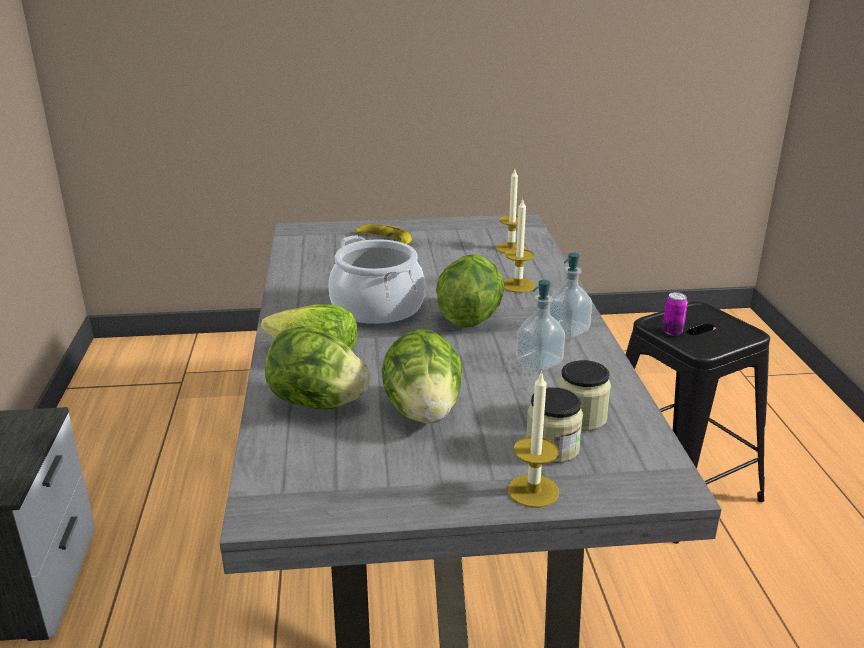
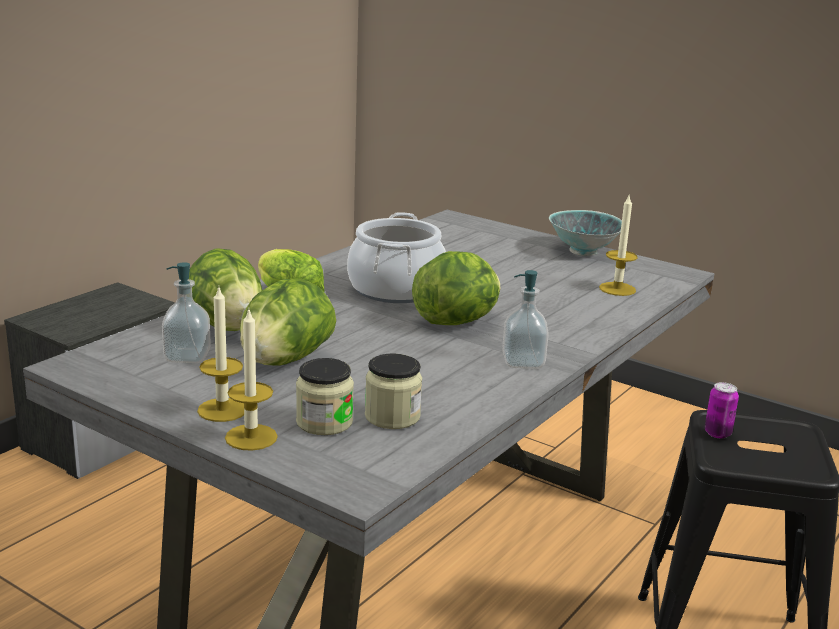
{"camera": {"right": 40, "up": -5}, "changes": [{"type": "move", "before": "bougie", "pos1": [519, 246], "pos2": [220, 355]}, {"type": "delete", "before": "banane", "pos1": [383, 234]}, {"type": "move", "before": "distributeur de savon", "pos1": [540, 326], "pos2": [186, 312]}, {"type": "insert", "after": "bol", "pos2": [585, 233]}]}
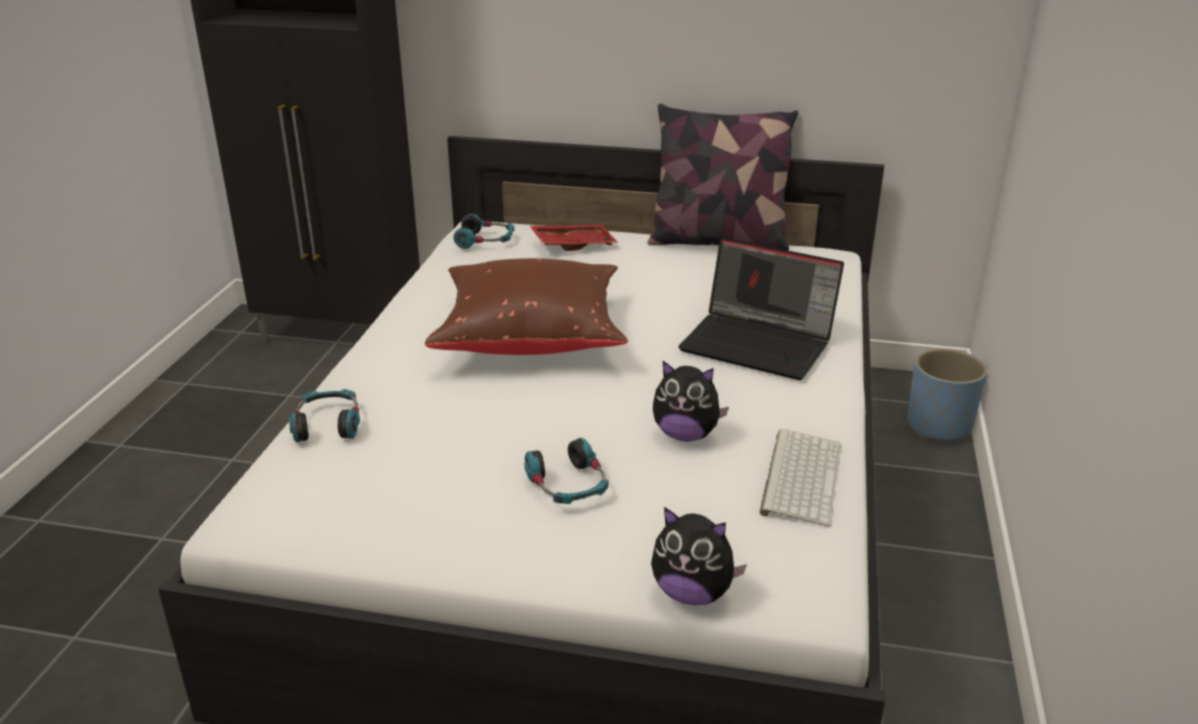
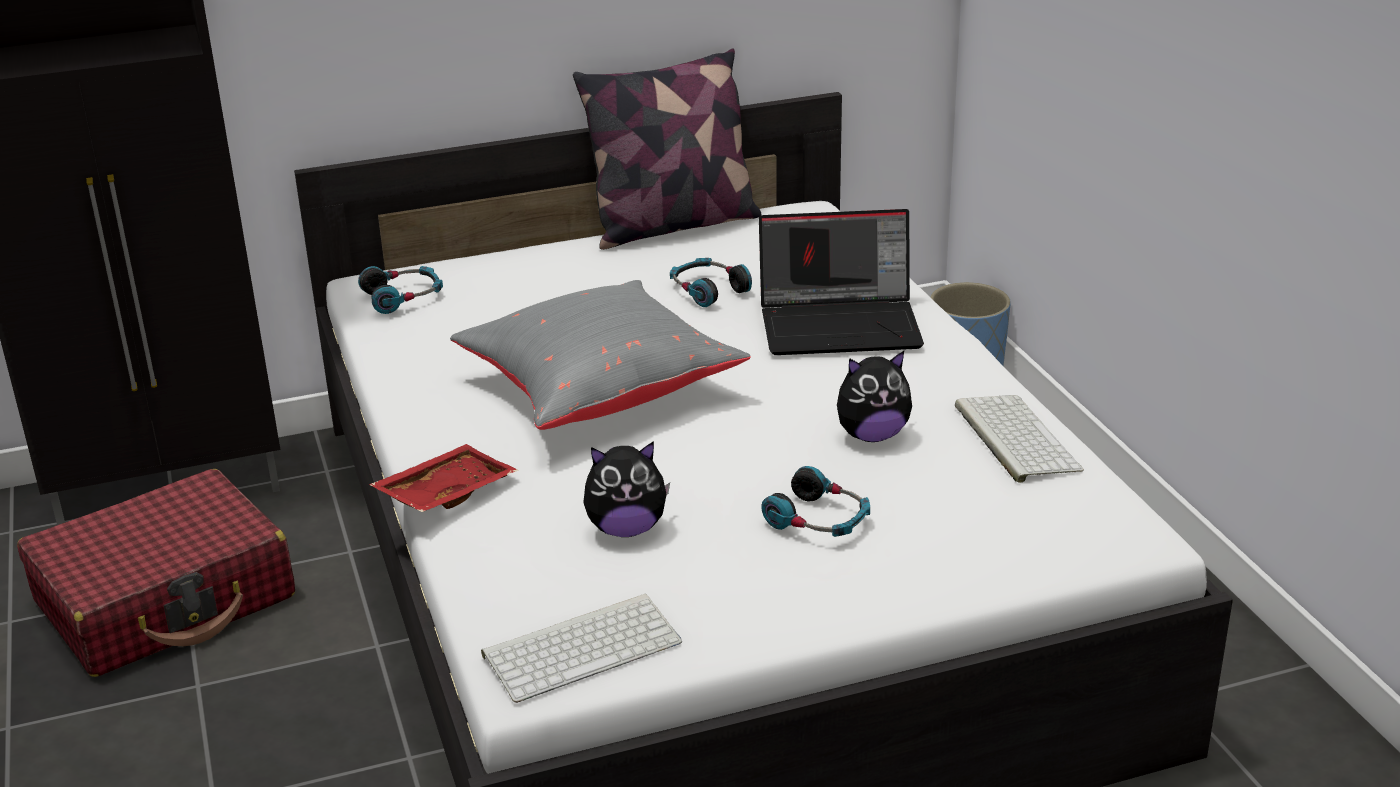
{"camera": {"right": -30, "up": 0}, "changes": [{"type": "move", "before": "plateau (rouge)", "pos1": [574, 238], "pos2": [443, 478]}, {"type": "recolor", "before": "coussin (marron)", "after": "coussin (gris)", "pos1": [526, 306], "pos2": [600, 355]}, {"type": "move", "before": "casque audio", "pos1": [324, 415], "pos2": [711, 282]}, {"type": "move", "before": "peluche", "pos1": [699, 556], "pos2": [626, 489]}, {"type": "insert", "after": "valise (rouge)", "pos2": [156, 573]}, {"type": "insert", "after": "clavier", "pos2": [581, 648]}]}
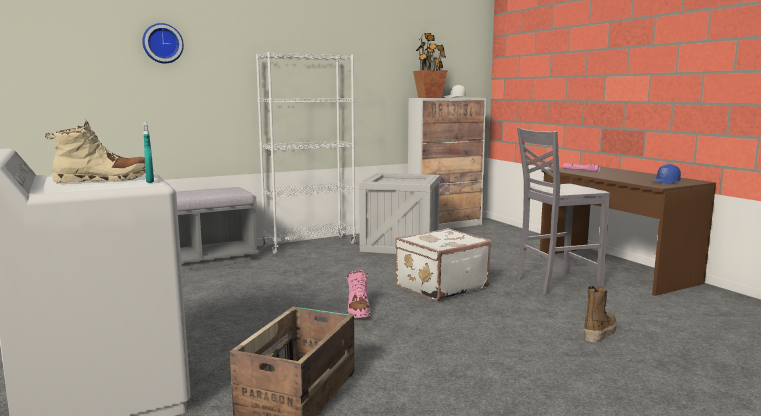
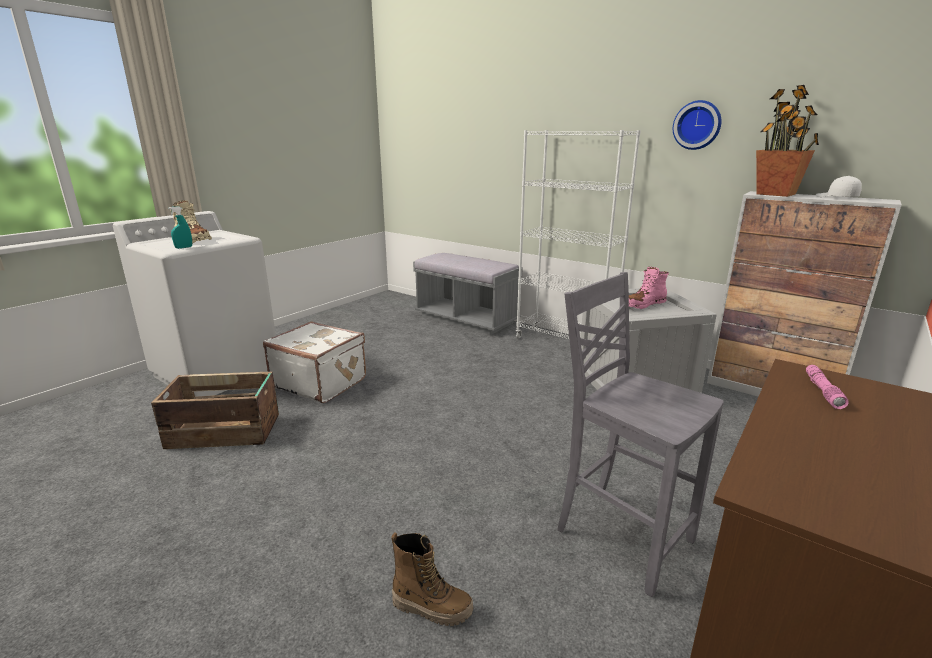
{"camera": {"right": 65, "up": 10}, "changes": [{"type": "move", "before": "horloge murale", "pos1": [163, 43], "pos2": [697, 125]}, {"type": "delete", "before": "casquette (bleu)", "pos1": [666, 174]}, {"type": "move", "before": "valise (blanc)", "pos1": [443, 264], "pos2": [314, 362]}, {"type": "move", "before": "botte (rose)", "pos1": [358, 294], "pos2": [649, 288]}]}
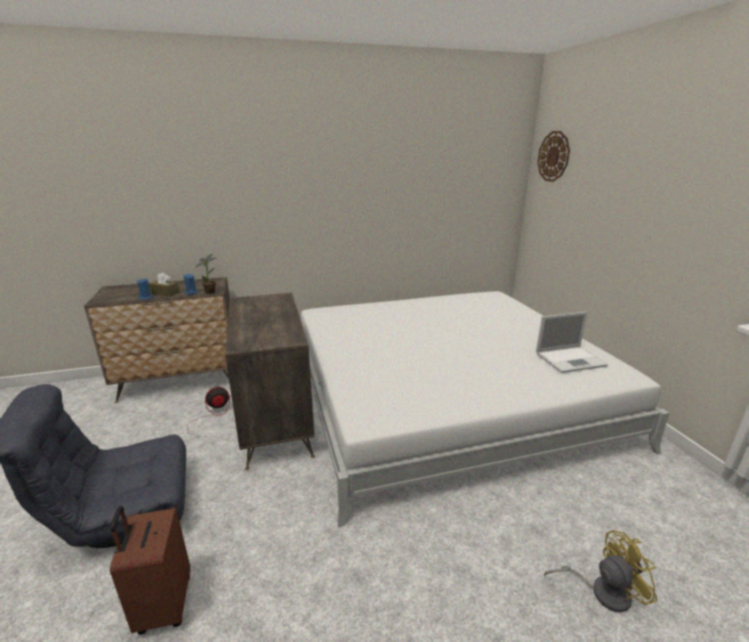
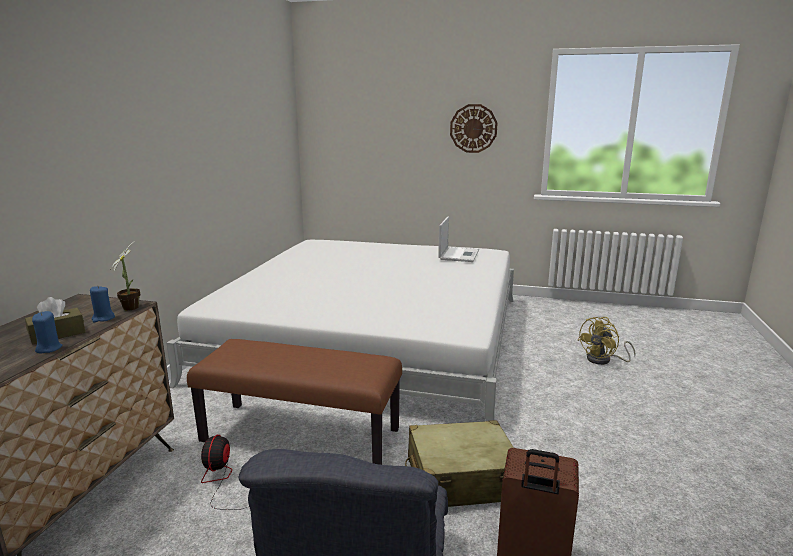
{"camera": {"right": -60, "up": -5}, "changes": [{"type": "move", "before": "horloge murale", "pos1": [553, 156], "pos2": [474, 128]}, {"type": "replace", "before": "commode", "after": "banc (marron)", "pos1": [270, 381], "pos2": [294, 402]}, {"type": "rotate", "before": "ventilateur (jaune)", "pos1": [600, 571], "pos2": [606, 341], "turn": -150}, {"type": "insert", "after": "valise (beige)", "pos2": [459, 463]}]}
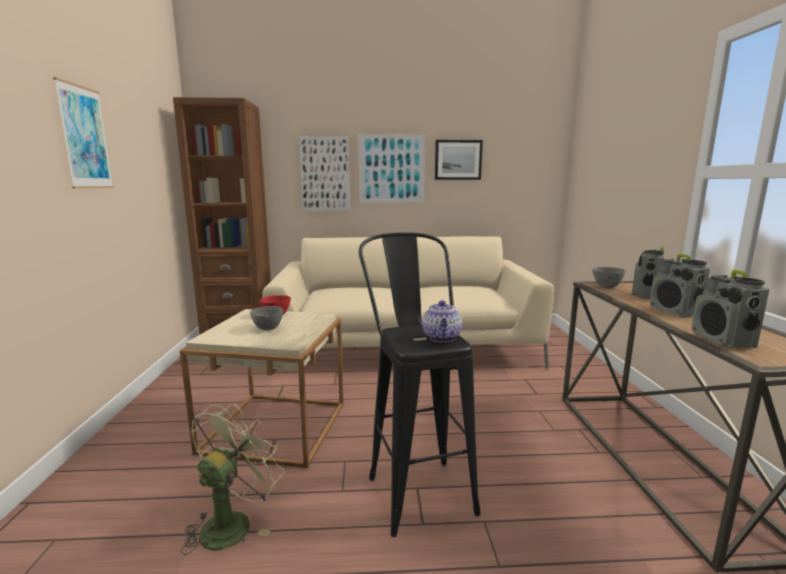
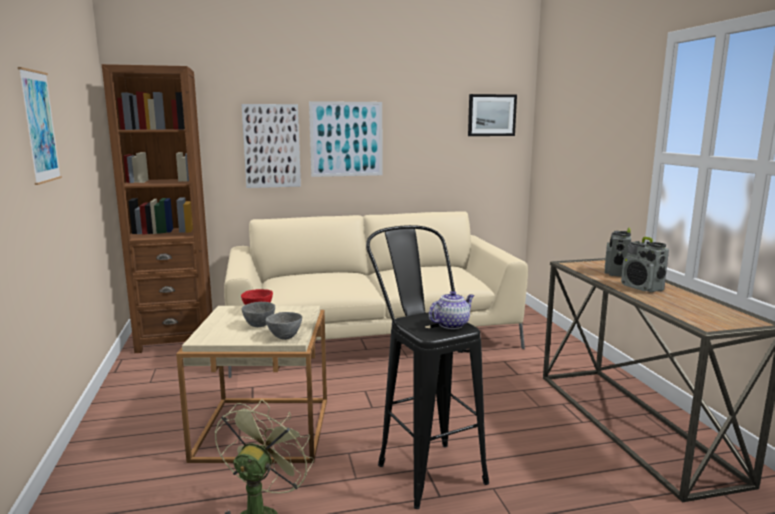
{"camera": {"right": -10, "up": 0}, "changes": [{"type": "move", "before": "tableau", "pos1": [459, 160], "pos2": [492, 115]}, {"type": "move", "before": "bol (gris)", "pos1": [609, 277], "pos2": [284, 326]}, {"type": "delete", "before": "radio", "pos1": [731, 309]}, {"type": "rotate", "before": "théière", "pos1": [442, 321], "pos2": [451, 310], "turn": -120}]}
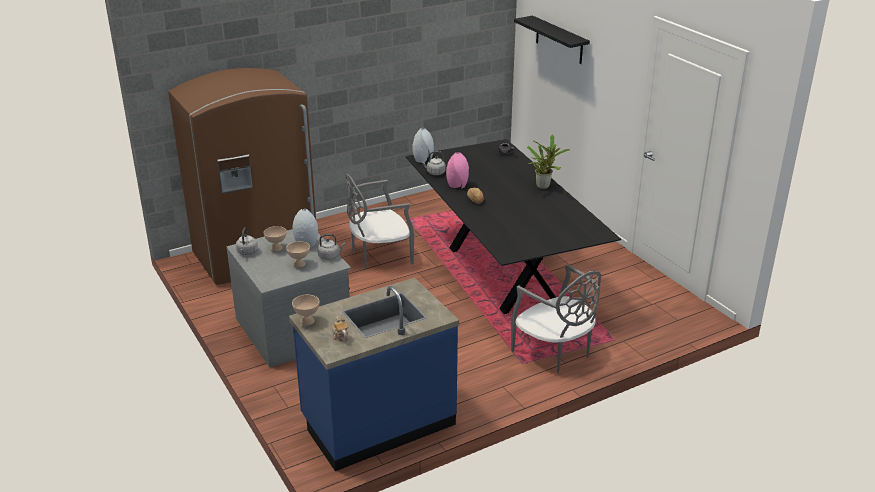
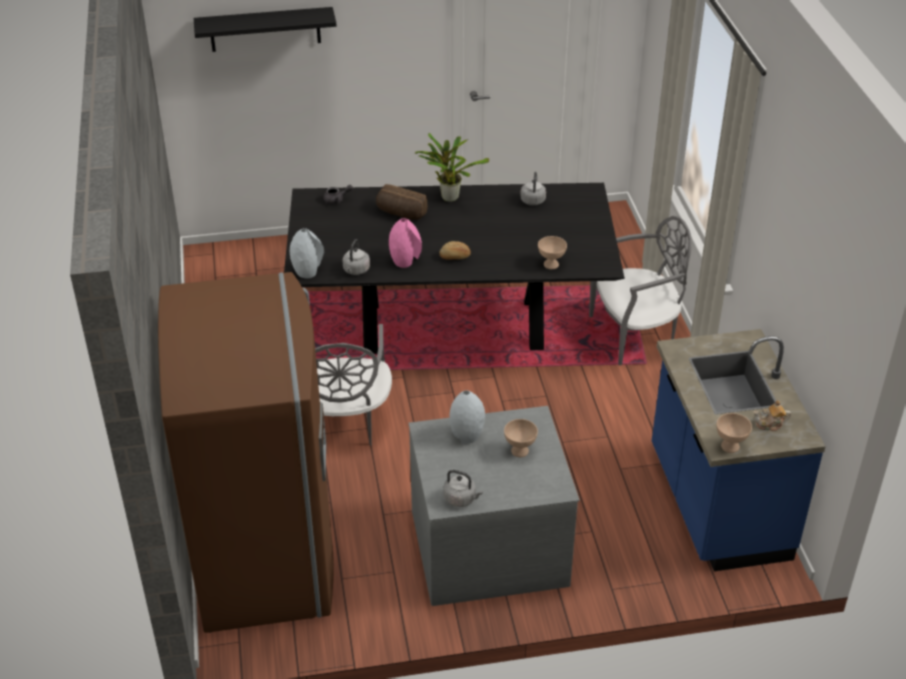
{"camera": {"right": -70, "up": 10}, "changes": [{"type": "move", "before": "bol (beige)", "pos1": [275, 239], "pos2": [552, 252]}, {"type": "move", "before": "bouilloire (gris)", "pos1": [331, 247], "pos2": [533, 188]}, {"type": "insert", "after": "pain", "pos2": [401, 202]}]}
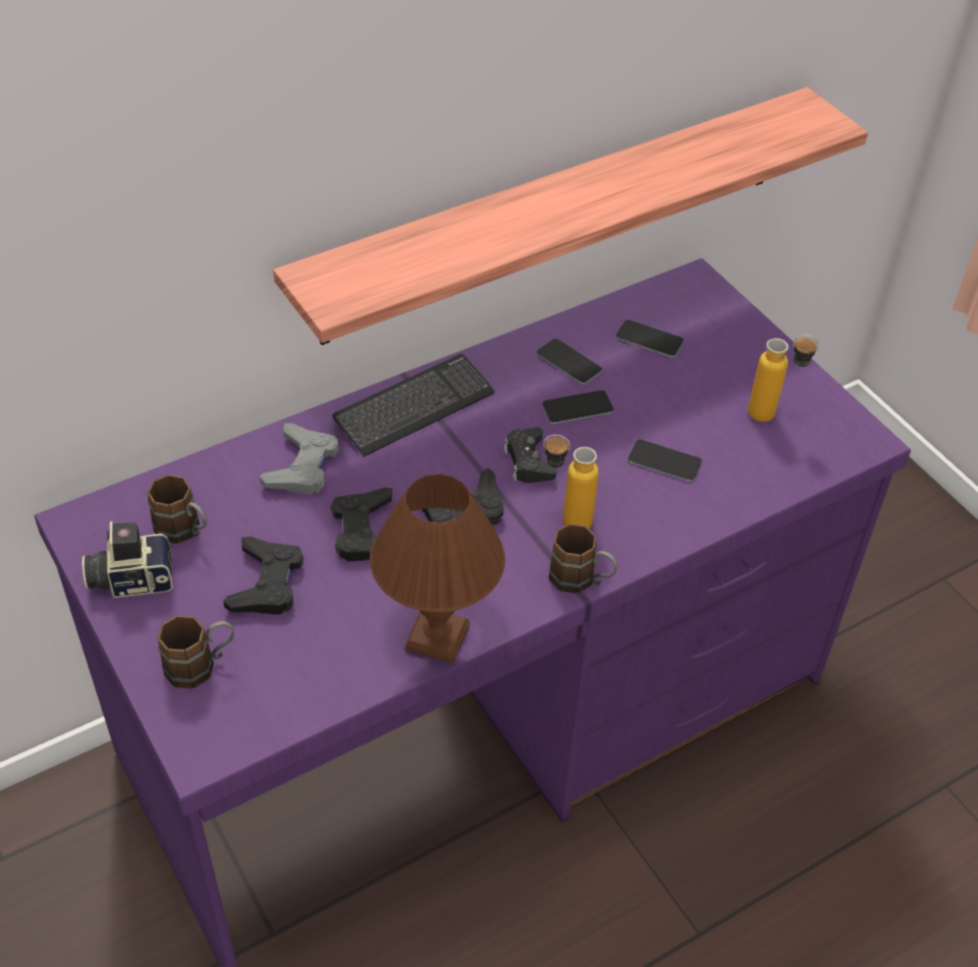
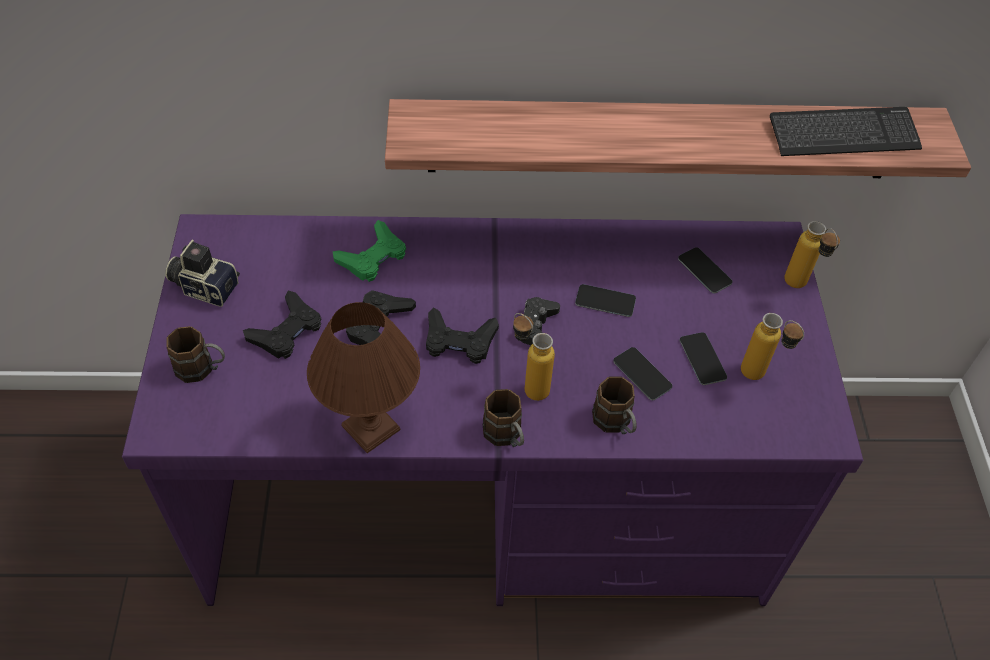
{"camera": {"right": 30, "up": 5}, "changes": [{"type": "move", "before": "téléphone", "pos1": [569, 361], "pos2": [703, 358]}, {"type": "move", "before": "clavier", "pos1": [413, 405], "pos2": [846, 131]}, {"type": "recolor", "before": "manette (gris)", "after": "manette (vert)", "pos1": [299, 459], "pos2": [369, 251]}, {"type": "move", "before": "mug (marron)", "pos1": [177, 509], "pos2": [614, 405]}, {"type": "insert", "after": "bouteille", "pos2": [812, 254]}]}
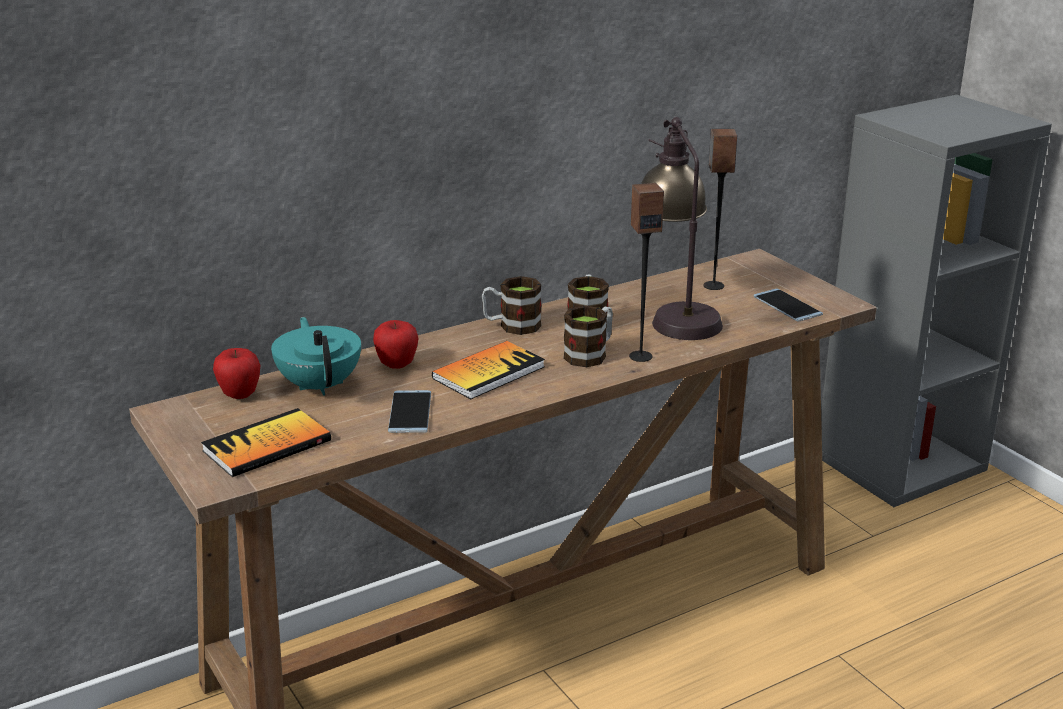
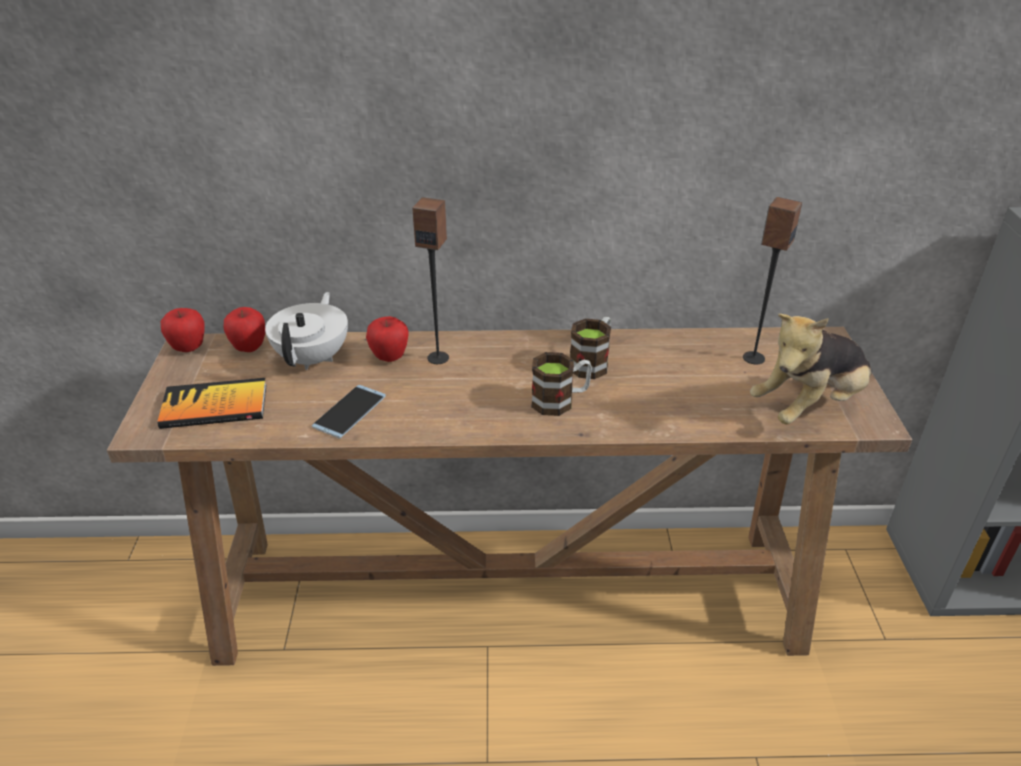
{"camera": {"right": 30, "up": 10}, "changes": [{"type": "delete", "before": "lampe de table", "pos1": [682, 228]}, {"type": "move", "before": "enceinte", "pos1": [646, 272], "pos2": [430, 280]}, {"type": "delete", "before": "mug", "pos1": [512, 305]}, {"type": "replace", "before": "téléphone", "after": "peluche", "pos1": [788, 305], "pos2": [810, 369]}, {"type": "recolor", "before": "théière (turquoise)", "after": "théière (blanc)", "pos1": [316, 356], "pos2": [306, 331]}, {"type": "delete", "before": "livre", "pos1": [488, 370]}, {"type": "insert", "after": "pomme", "pos2": [182, 330]}]}
